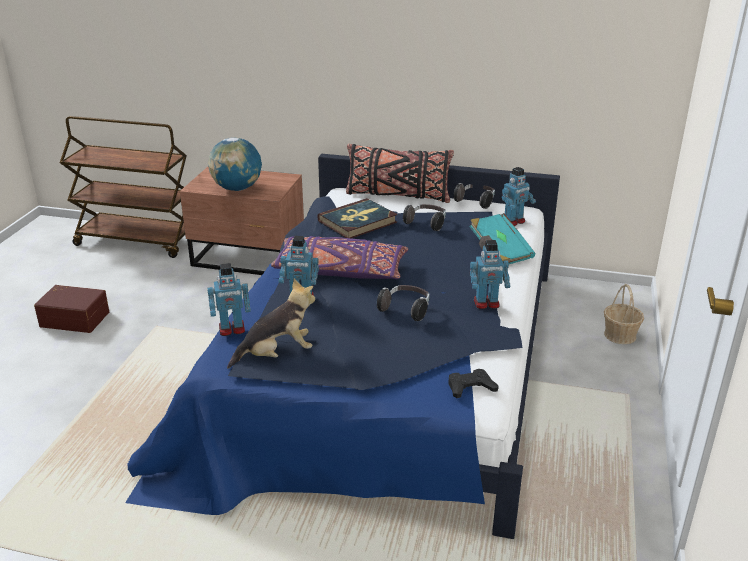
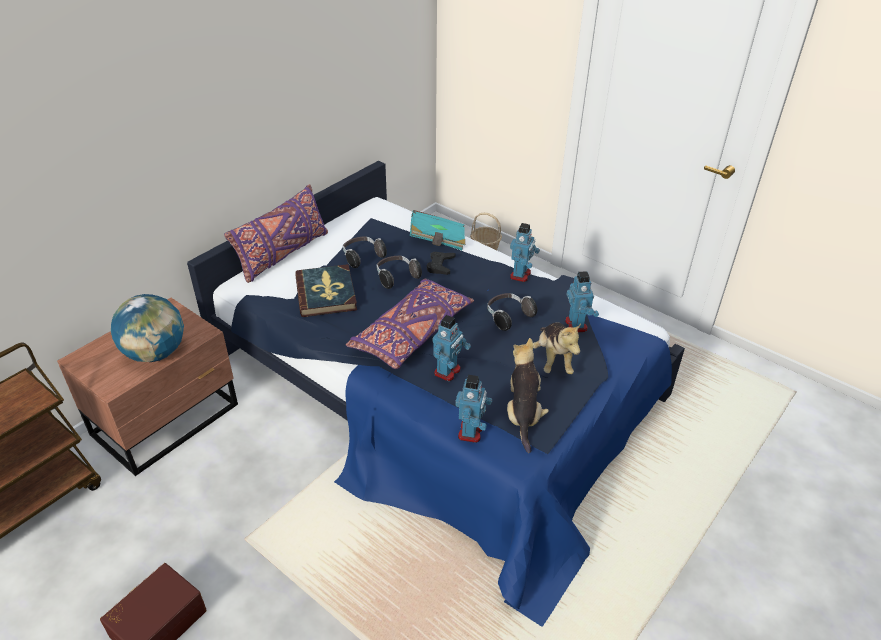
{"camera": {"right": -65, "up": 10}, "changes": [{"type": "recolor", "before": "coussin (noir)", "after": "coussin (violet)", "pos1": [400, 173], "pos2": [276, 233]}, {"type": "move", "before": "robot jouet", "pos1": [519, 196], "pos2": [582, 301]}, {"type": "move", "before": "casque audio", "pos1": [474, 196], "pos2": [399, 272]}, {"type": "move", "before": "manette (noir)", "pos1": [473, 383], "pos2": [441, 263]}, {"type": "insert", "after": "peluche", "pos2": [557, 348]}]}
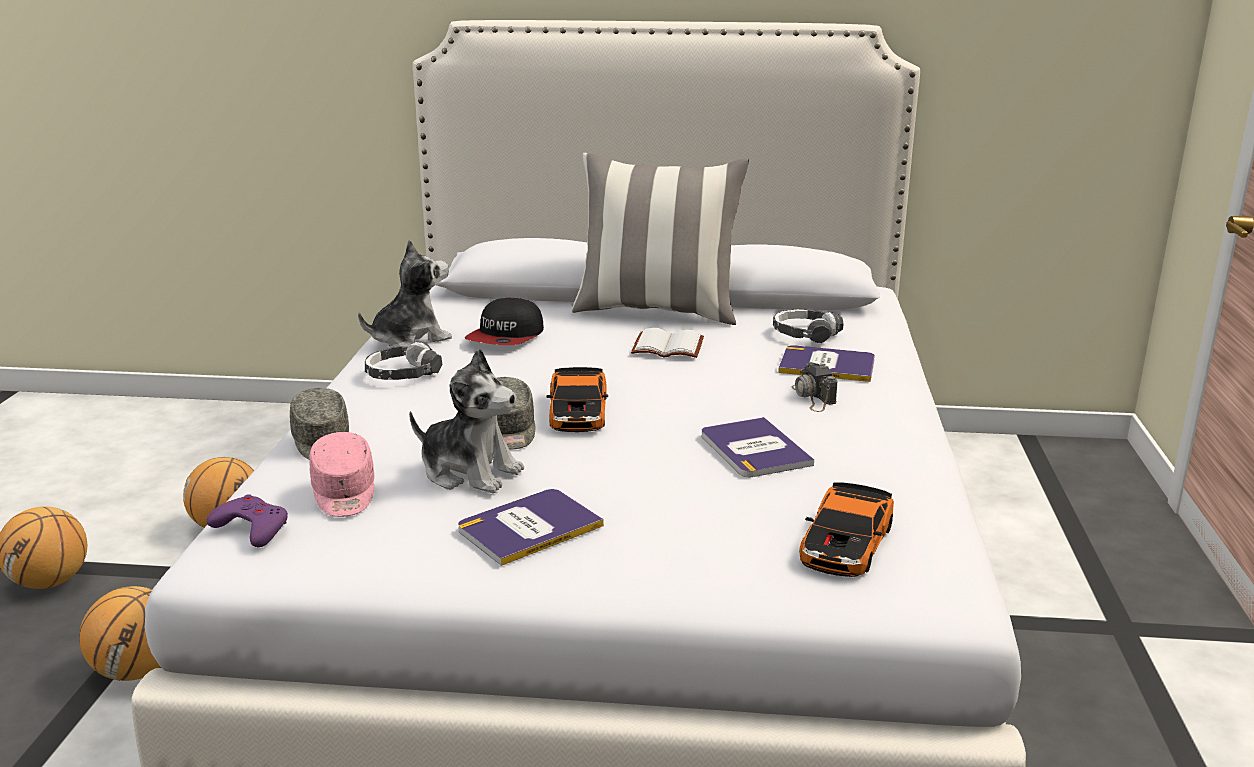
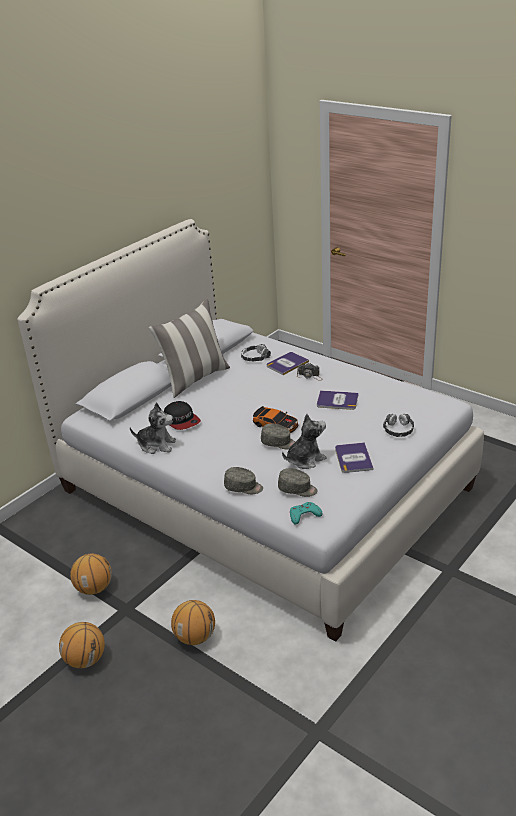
{"camera": {"right": -55, "up": 10}, "changes": [{"type": "rotate", "before": "peluche", "pos1": [405, 295], "pos2": [153, 428], "turn": 105}, {"type": "delete", "before": "livre (blanc)", "pos1": [667, 343]}, {"type": "move", "before": "casque audio", "pos1": [403, 360], "pos2": [398, 425]}, {"type": "recolor", "before": "casquette (rose)", "after": "casquette (gris)", "pos1": [341, 474], "pos2": [297, 482]}, {"type": "delete", "before": "petite voiture", "pos1": [846, 529]}, {"type": "recolor", "before": "manette (violet)", "after": "manette (turquoise)", "pos1": [247, 520], "pos2": [306, 513]}]}
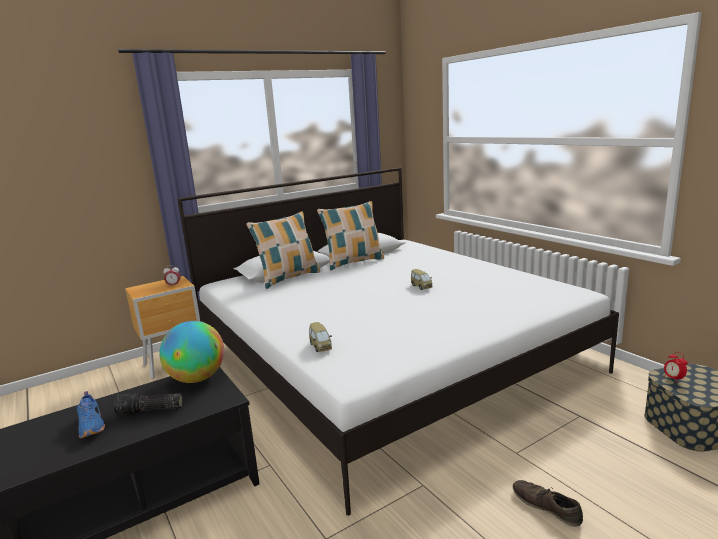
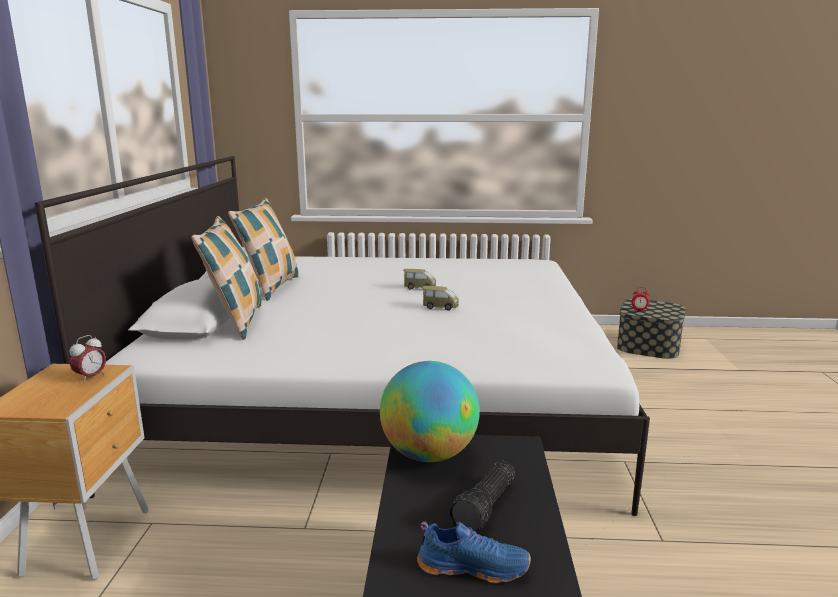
{"camera": {"right": -55, "up": 0}, "changes": [{"type": "move", "before": "petite voiture", "pos1": [320, 337], "pos2": [440, 298]}, {"type": "delete", "before": "chaussure (marron)", "pos1": [548, 503]}]}
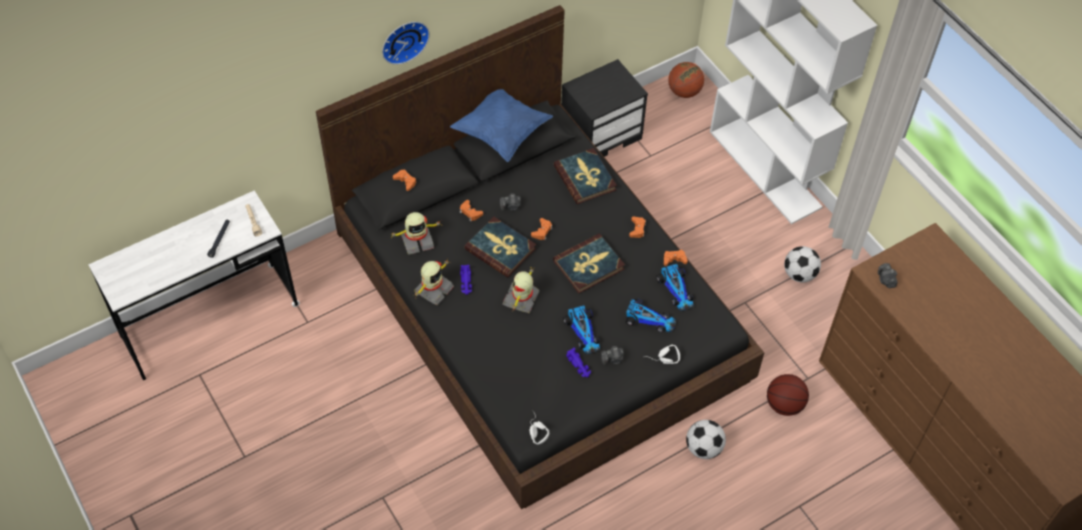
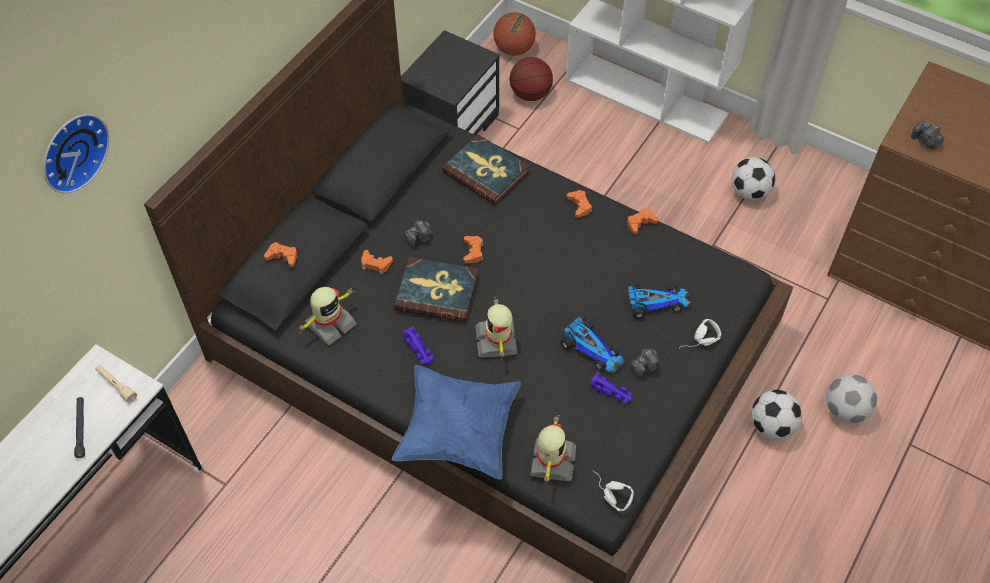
{"camera": {"right": -25, "up": 0}, "changes": [{"type": "move", "before": "horloge murale", "pos1": [406, 43], "pos2": [76, 153]}, {"type": "move", "before": "coussin (bleu)", "pos1": [501, 125], "pos2": [456, 422]}, {"type": "delete", "before": "livre", "pos1": [589, 264]}, {"type": "move", "before": "robot jouet", "pos1": [433, 282], "pos2": [553, 451]}, {"type": "delete", "before": "petite voiture", "pos1": [675, 287]}, {"type": "move", "before": "ballon de basket", "pos1": [788, 395], "pos2": [531, 79]}, {"type": "insert", "after": "ballon de foot", "pos2": [851, 398]}]}
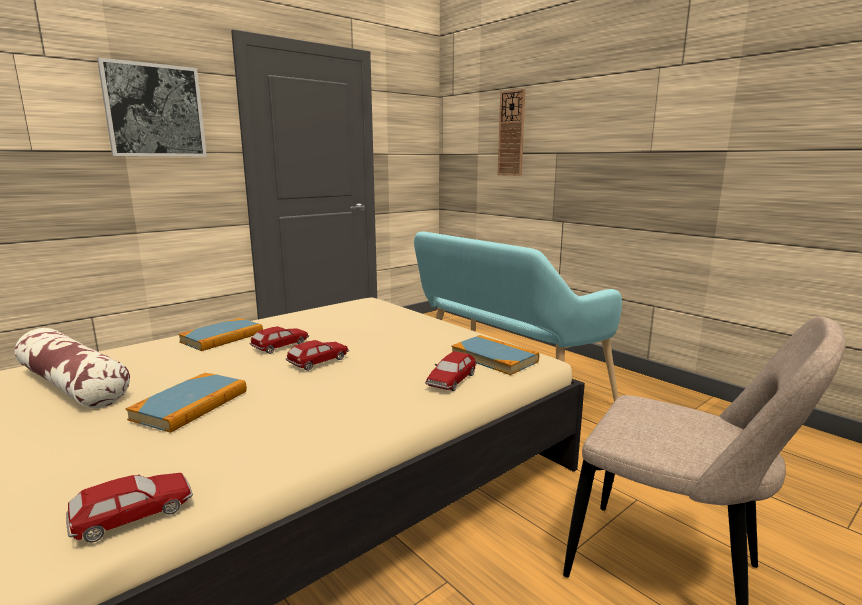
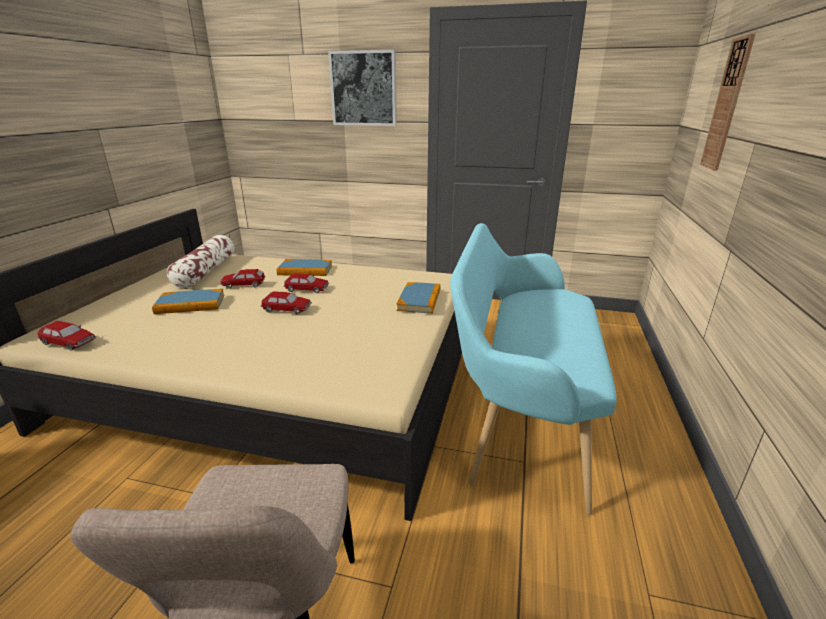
{"camera": {"right": 55, "up": 10}, "changes": [{"type": "move", "before": "livre", "pos1": [495, 355], "pos2": [418, 298]}, {"type": "move", "before": "petite voiture", "pos1": [451, 371], "pos2": [243, 279]}]}
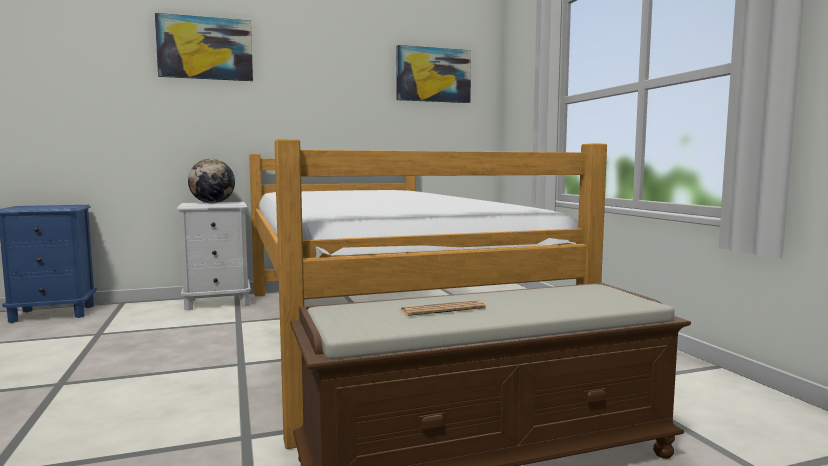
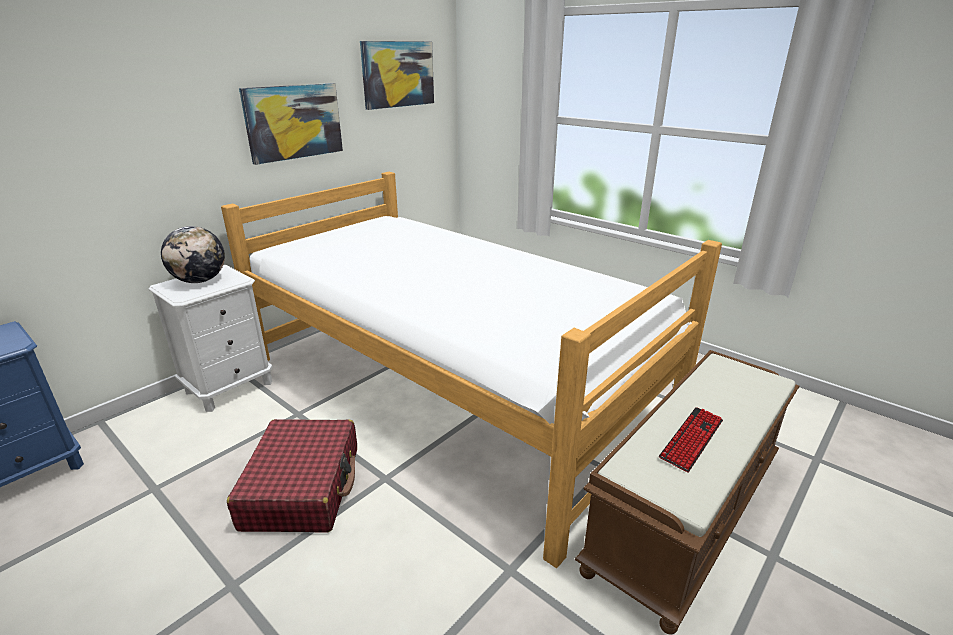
{"camera": {"right": -30, "up": 20}, "changes": [{"type": "move", "before": "tableau", "pos1": [204, 47], "pos2": [291, 124]}, {"type": "replace", "before": "journal", "after": "clavier", "pos1": [443, 308], "pos2": [691, 440]}, {"type": "insert", "after": "valise (rouge)", "pos2": [292, 476]}]}
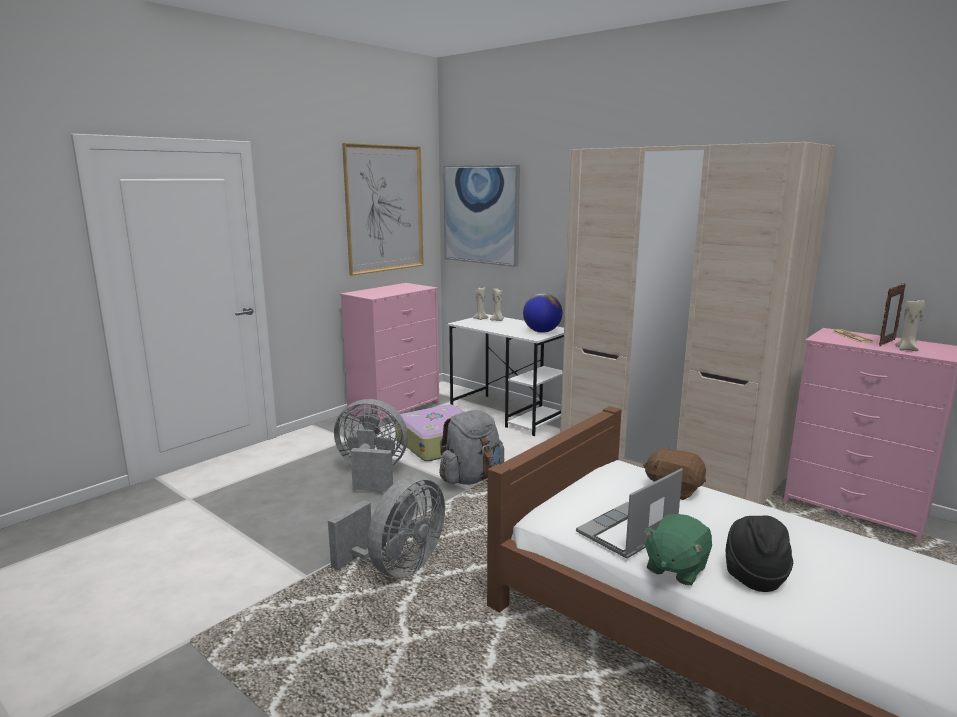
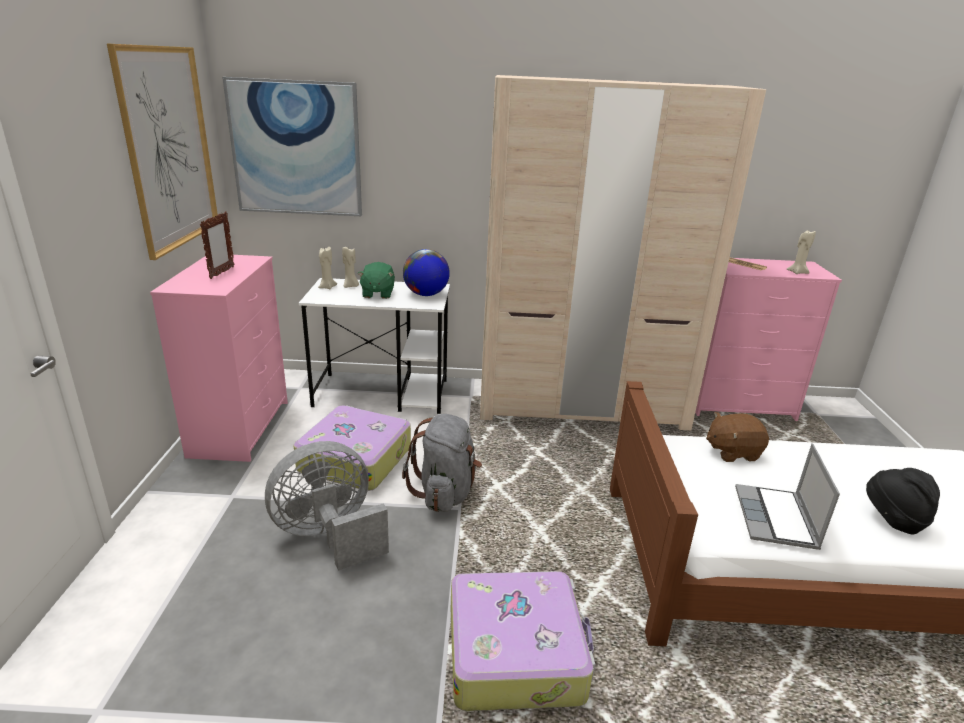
{"camera": {"right": -40, "up": 10}, "changes": [{"type": "move", "before": "cadre photo", "pos1": [892, 314], "pos2": [217, 245]}, {"type": "replace", "before": "ventilateur (gris)", "after": "valise", "pos1": [386, 526], "pos2": [523, 641]}, {"type": "move", "before": "peluche (vert)", "pos1": [678, 549], "pos2": [376, 280]}]}
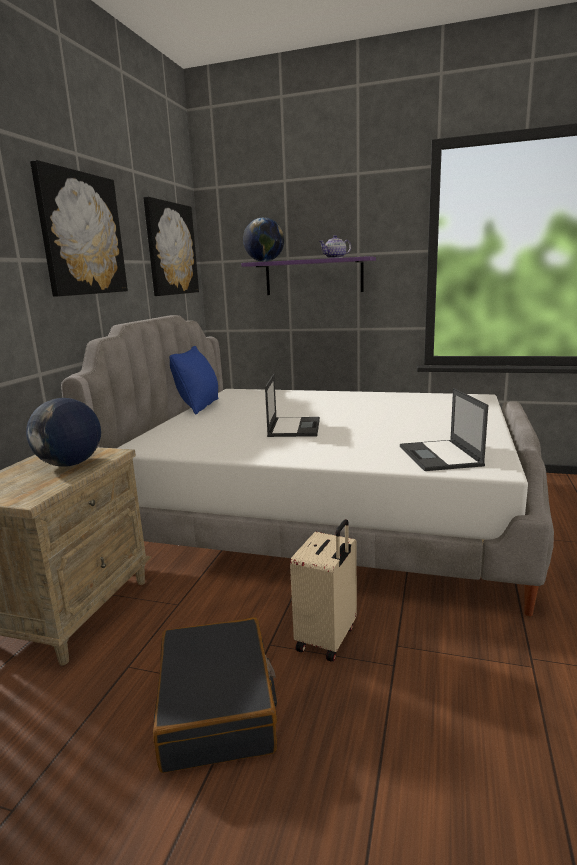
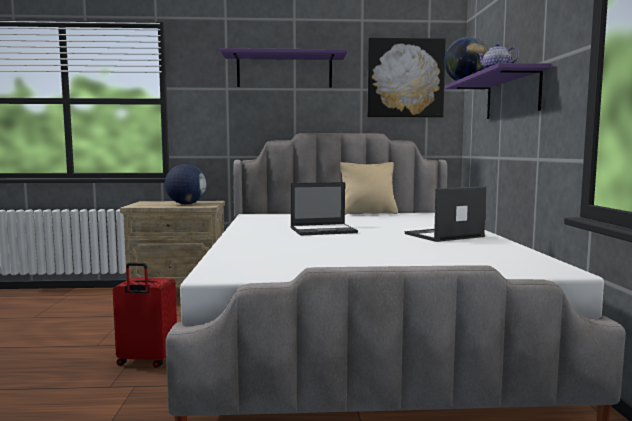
{"camera": {"right": 70, "up": -10}, "changes": [{"type": "replace", "before": "tableau", "after": "étagère (violet)", "pos1": [79, 228], "pos2": [283, 68]}, {"type": "recolor", "before": "coussin (bleu)", "after": "coussin (beige)", "pos1": [193, 380], "pos2": [369, 188]}, {"type": "move", "before": "ordinateur portable", "pos1": [444, 429], "pos2": [445, 214]}, {"type": "recolor", "before": "valise (beige)", "after": "valise (rouge)", "pos1": [323, 590], "pos2": [145, 315]}, {"type": "delete", "before": "valise (noir)", "pos1": [215, 695]}]}
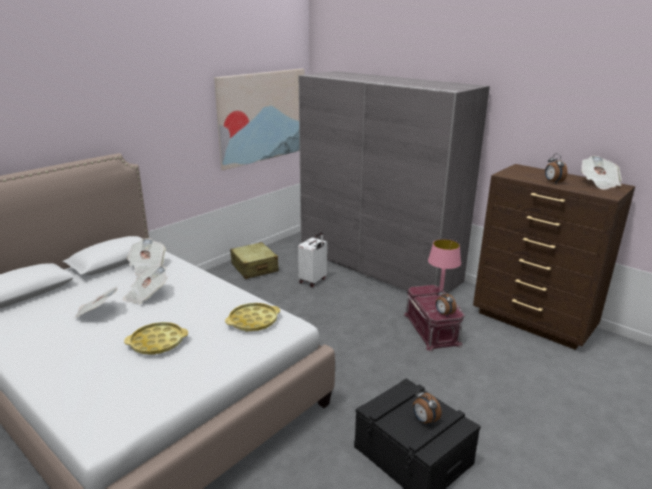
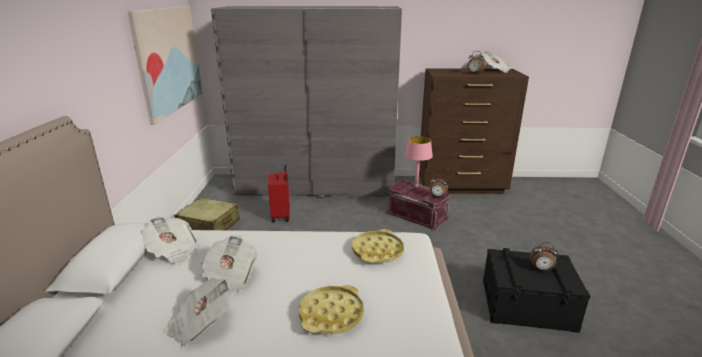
{"camera": {"right": -40, "up": 0}, "changes": [{"type": "recolor", "before": "valise (blanc)", "after": "valise (rouge)", "pos1": [312, 259], "pos2": [279, 193]}]}
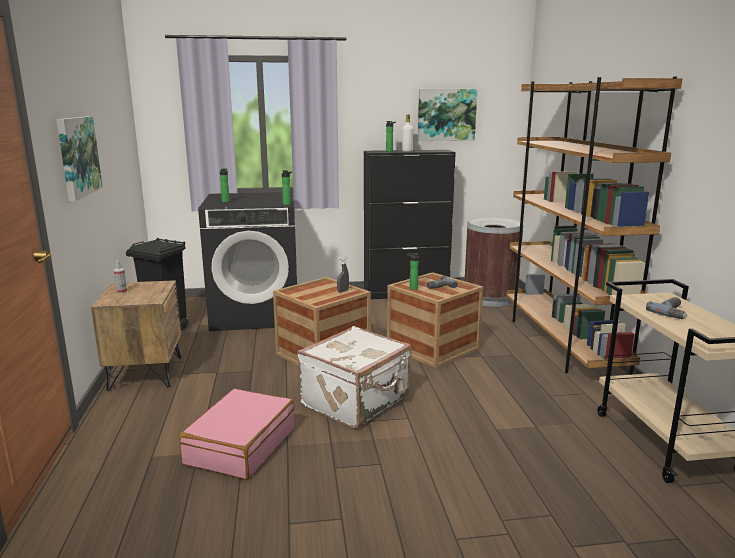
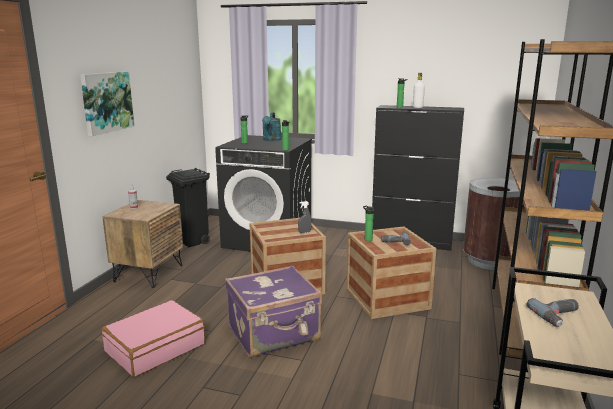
{"camera": {"right": 25, "up": 0}, "changes": [{"type": "delete", "before": "tableau", "pos1": [447, 115]}, {"type": "recolor", "before": "valise (blanc)", "after": "valise (violet)", "pos1": [354, 377], "pos2": [273, 311]}, {"type": "insert", "after": "arrosoir (turquoise)", "pos2": [271, 126]}]}
